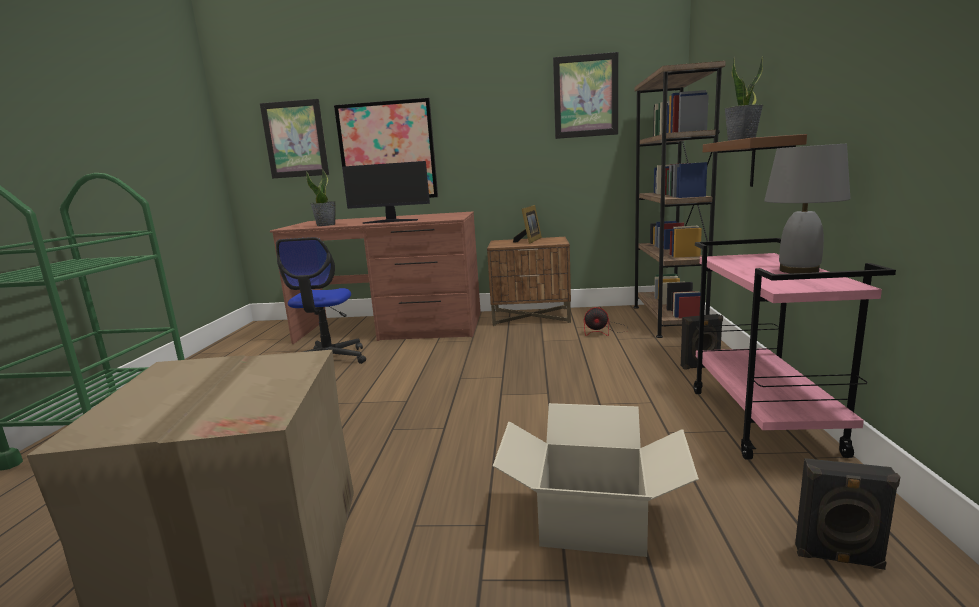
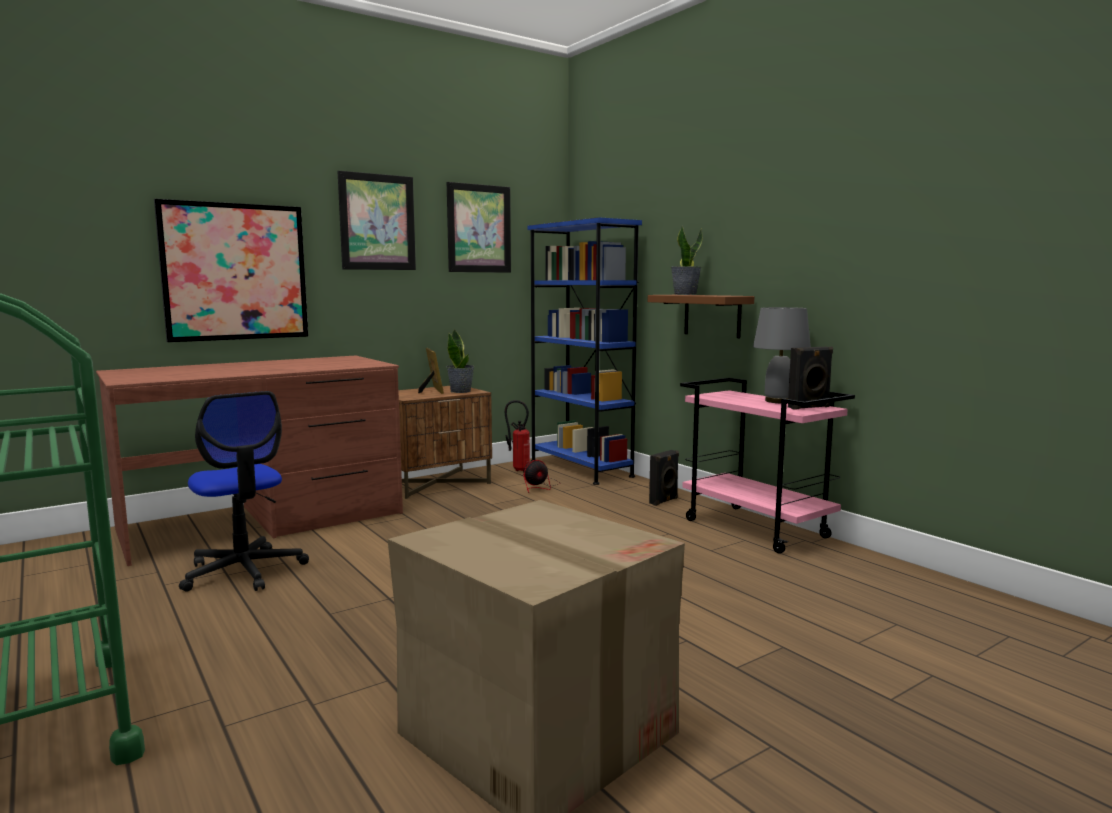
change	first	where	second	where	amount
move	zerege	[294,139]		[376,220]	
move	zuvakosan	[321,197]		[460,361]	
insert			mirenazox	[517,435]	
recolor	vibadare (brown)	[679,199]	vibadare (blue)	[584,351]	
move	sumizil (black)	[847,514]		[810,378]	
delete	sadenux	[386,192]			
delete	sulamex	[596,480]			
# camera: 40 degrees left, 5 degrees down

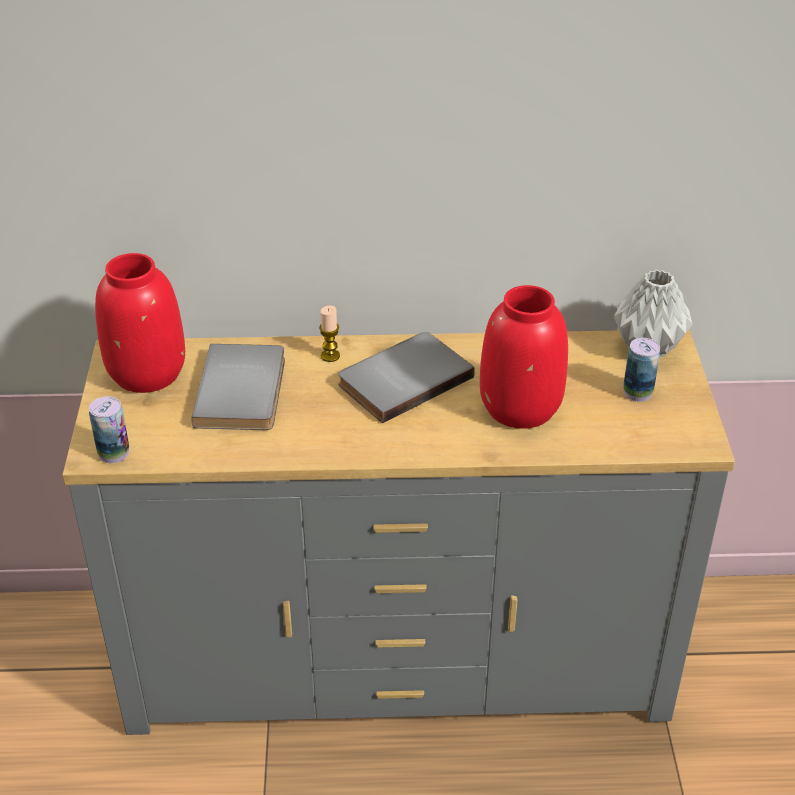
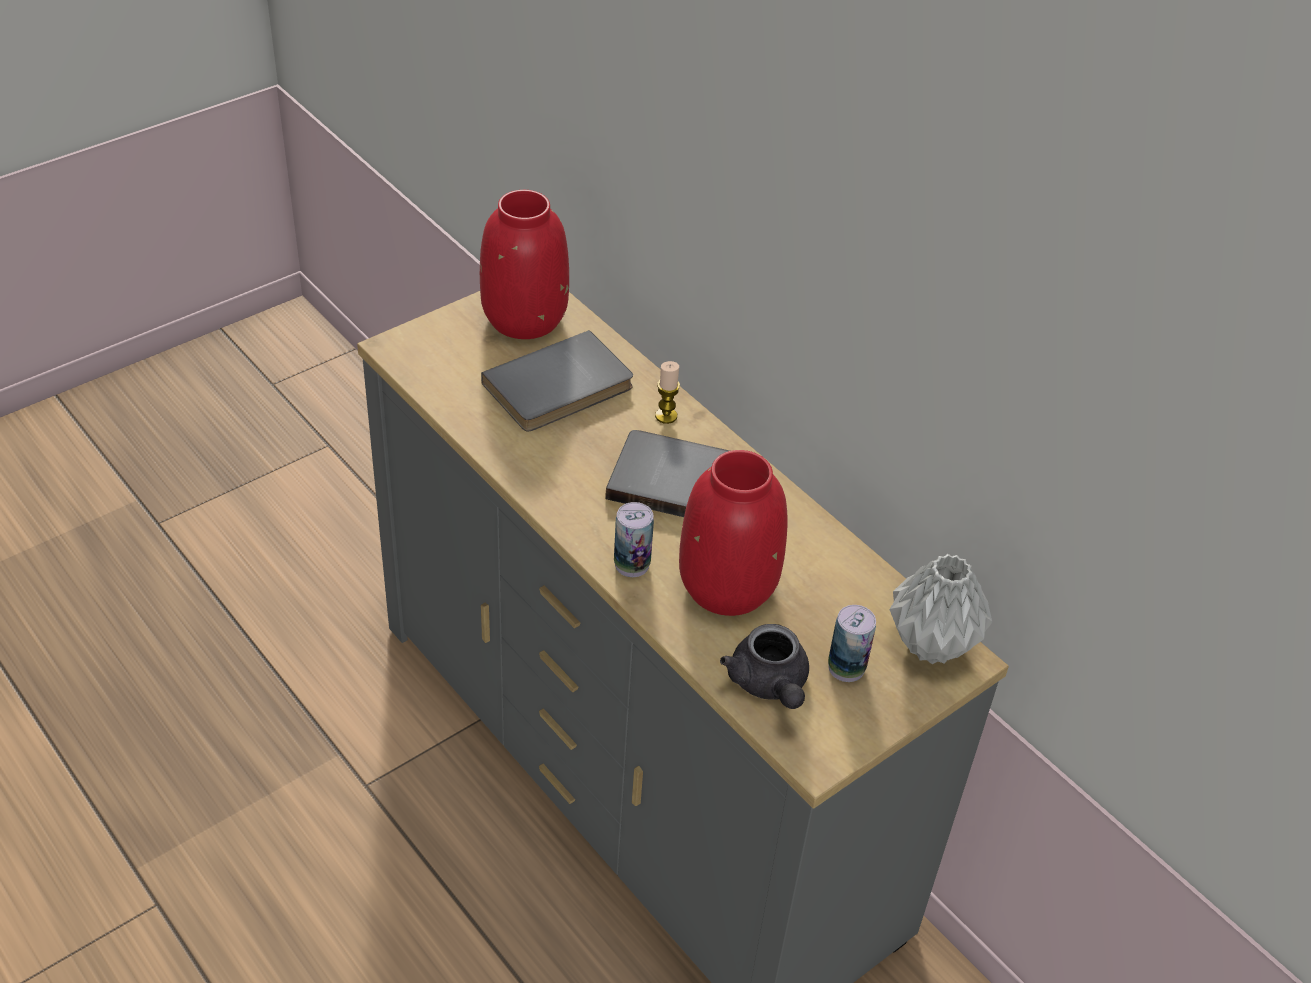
change	first	where	second	where	amount
move	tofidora	[109,429]		[634,539]	
insert			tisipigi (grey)	[764,666]	
# camera: 50 degrees right, 5 degrees up

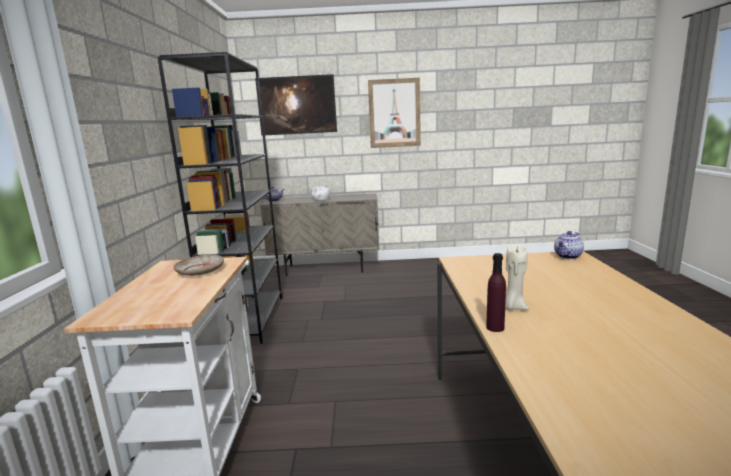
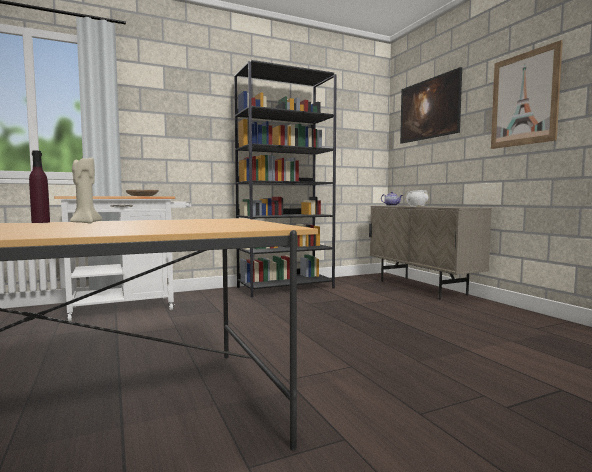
change	first	where	second	where	amount
delete	tisipigi	[569,245]			
# camera: 65 degrees right, 10 degrees down

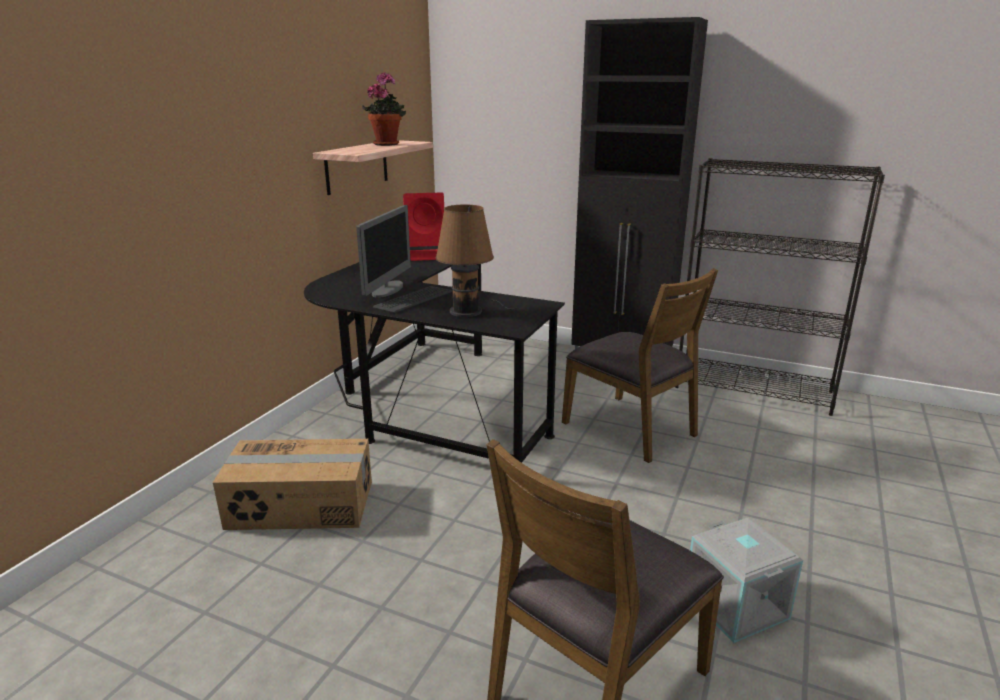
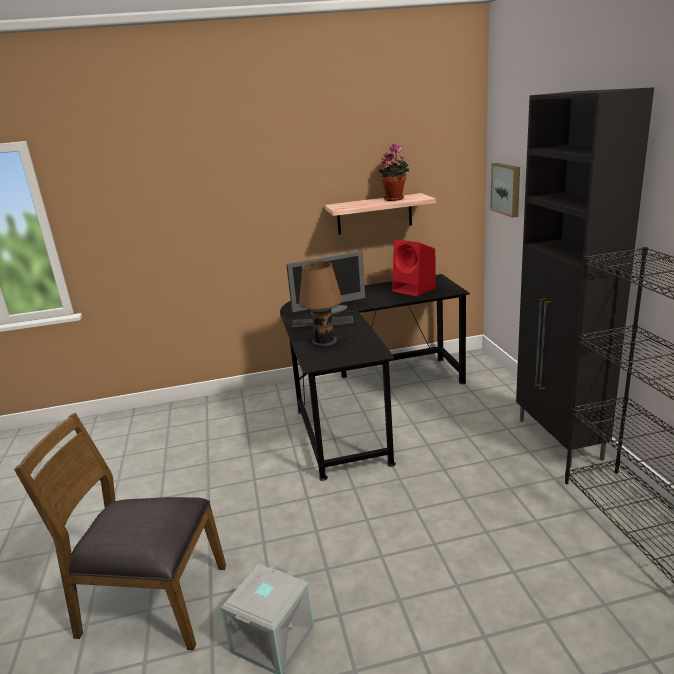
change	first	where	second	where	amount
insert			zerege	[505,190]	
delete	sulamex	[292,484]			
delete	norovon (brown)	[640,365]			
# camera: 55 degrees right, 0 degrees up

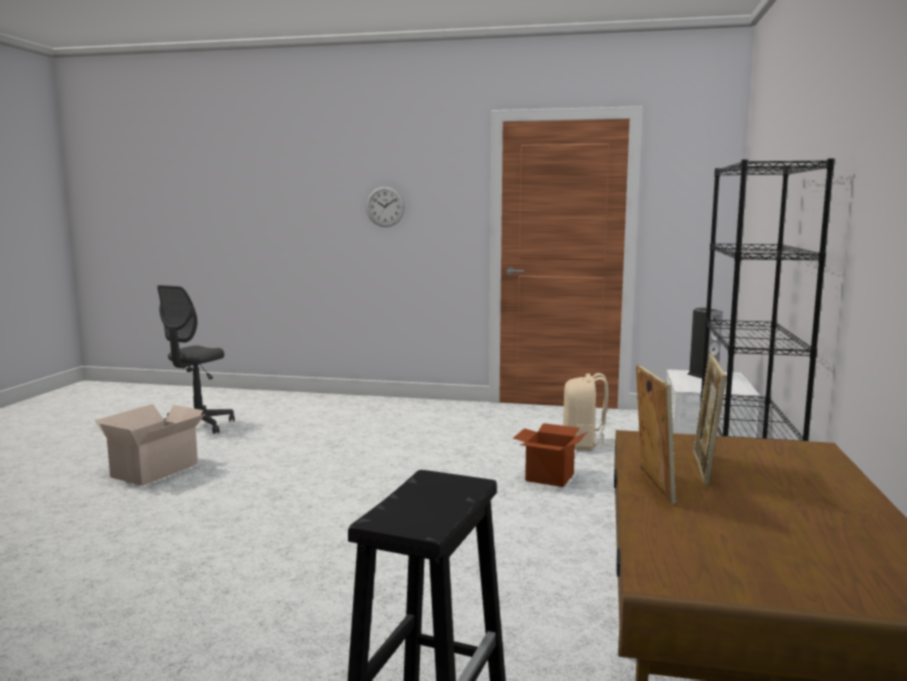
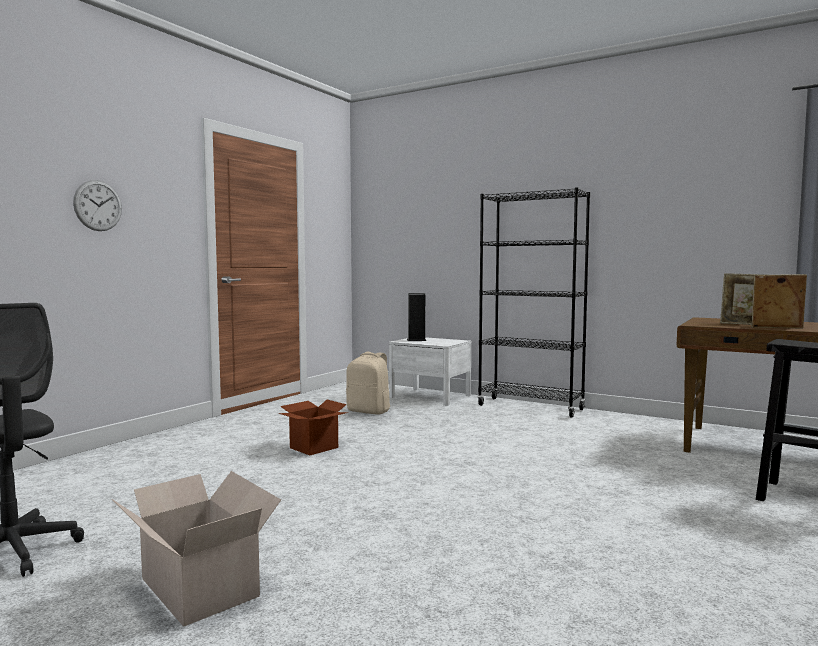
change	first	where	second	where	amount
move	sulamex	[550,455]		[313,427]	
# camera: 70 degrees left, 5 degrees down

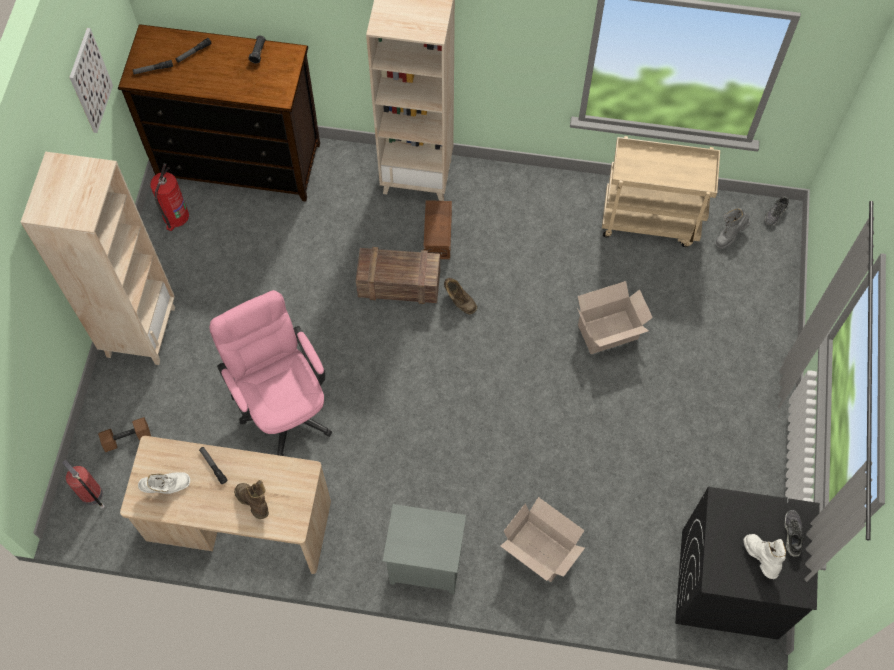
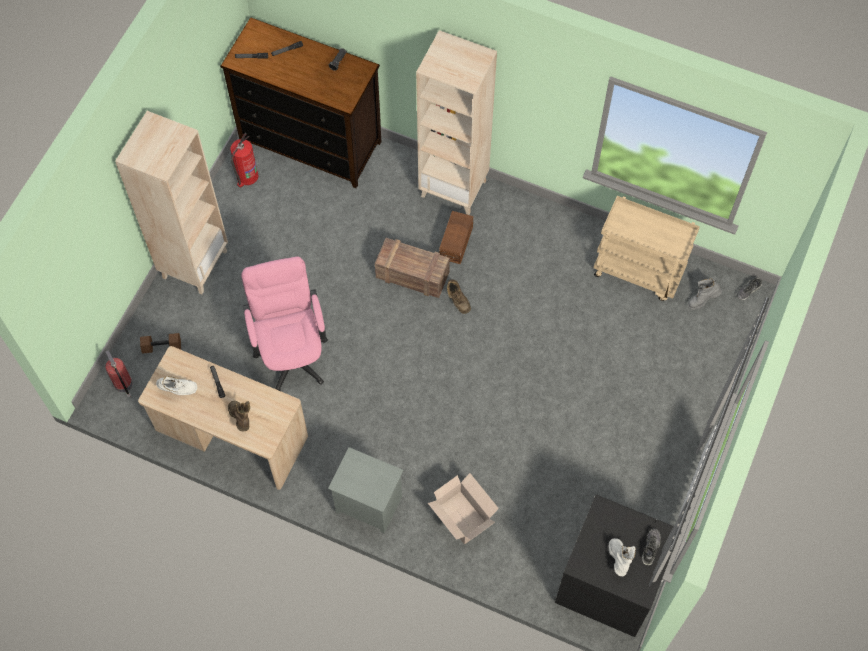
change	first	where	second	where	amount
delete	zerege	[91,80]			
delete	sulamex	[615,317]			
# camera: 15 degrees right, 0 degrees up

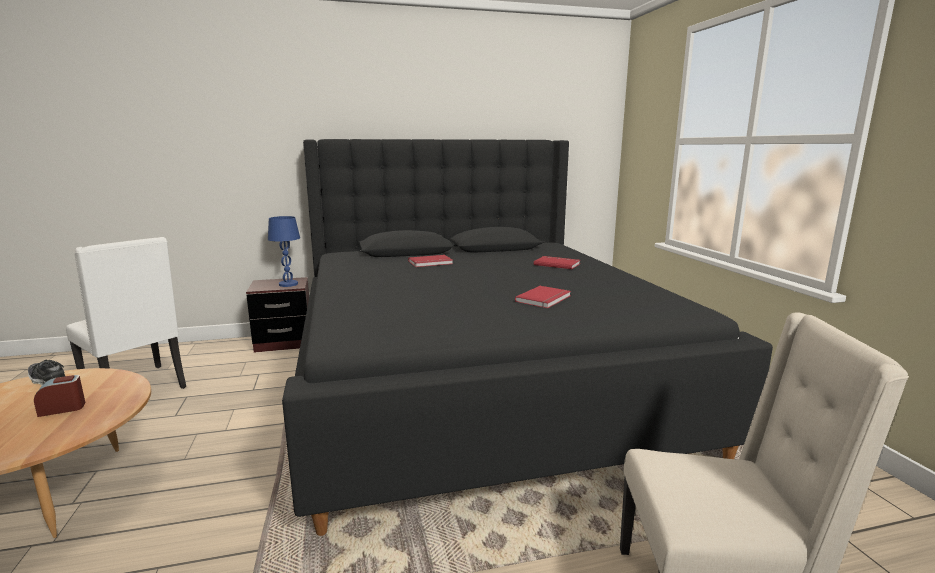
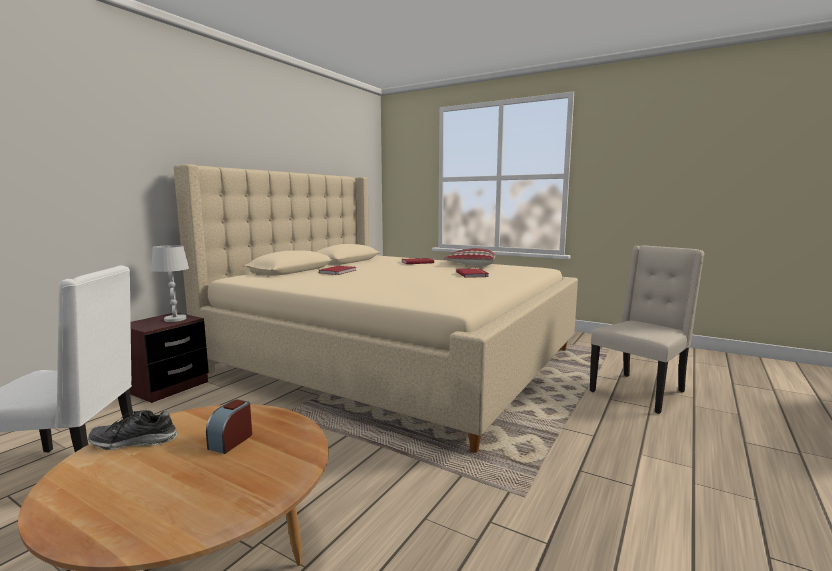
change	first	where	second	where	amount
recolor	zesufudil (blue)	[284,251]	zesufudil (white)	[170,283]	
recolor	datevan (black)	[527,337]	datevan (beige)	[376,308]	
insert			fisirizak	[469,257]	
# camera: 45 degrees left, 5 degrees down

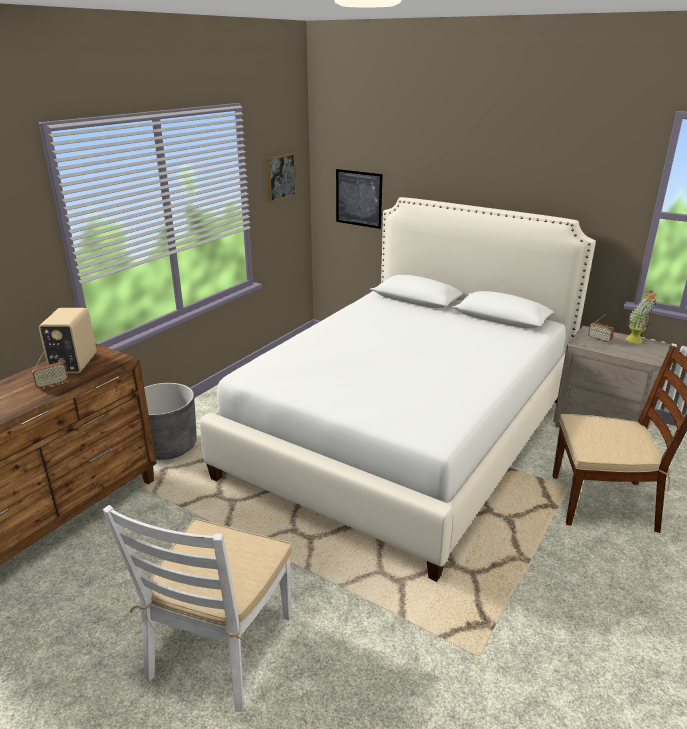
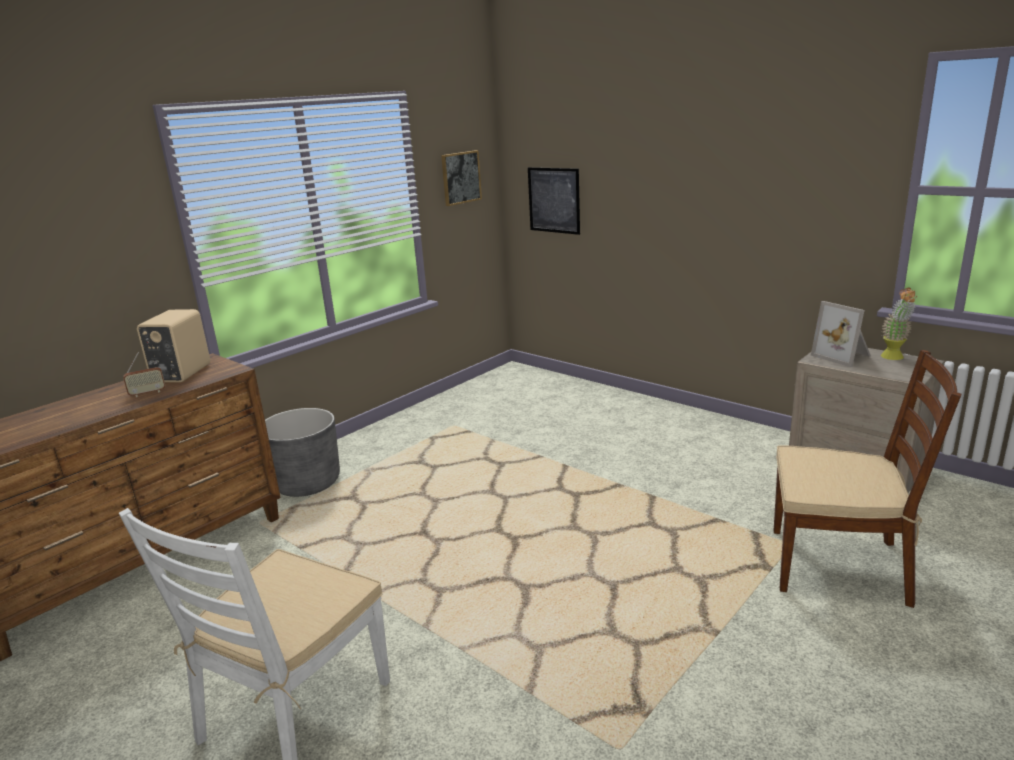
change	first	where	second	where	amount
replace	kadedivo	[601,328]	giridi	[841,334]	
delete	datevan (white)	[398,389]			
# camera: 10 degrees right, 5 degrees down

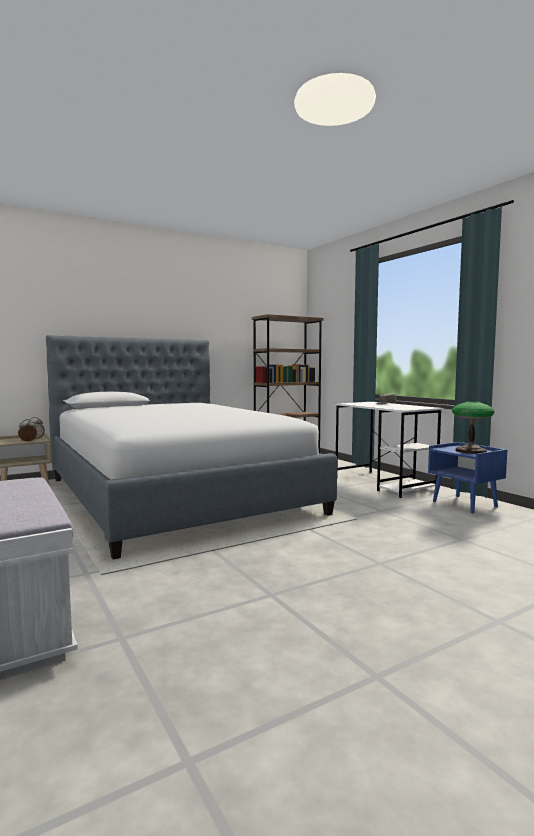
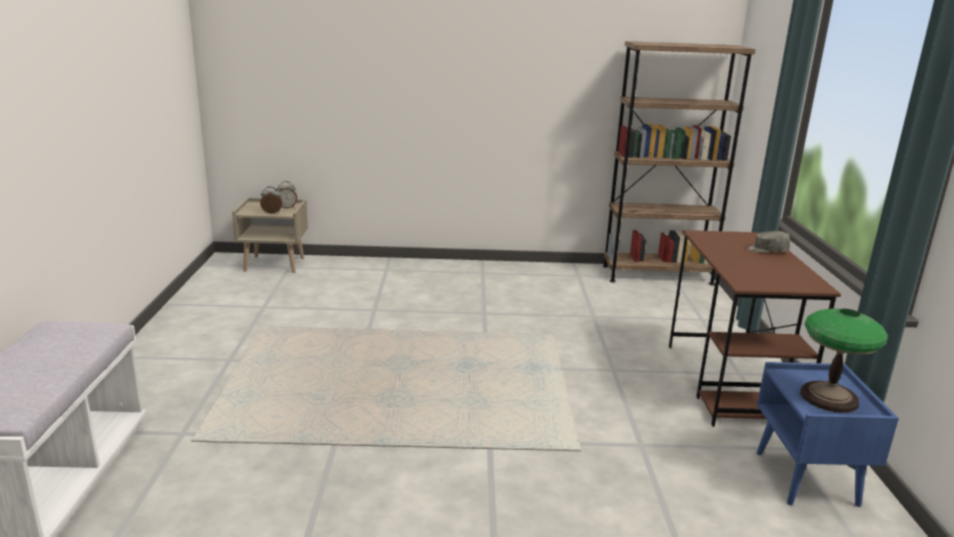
change	first	where	second	where	amount
recolor	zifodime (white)	[389,450]	zifodime (brown)	[755,328]	
delete	datevan	[191,447]			
# camera: 30 degrees right, 15 degrees up

